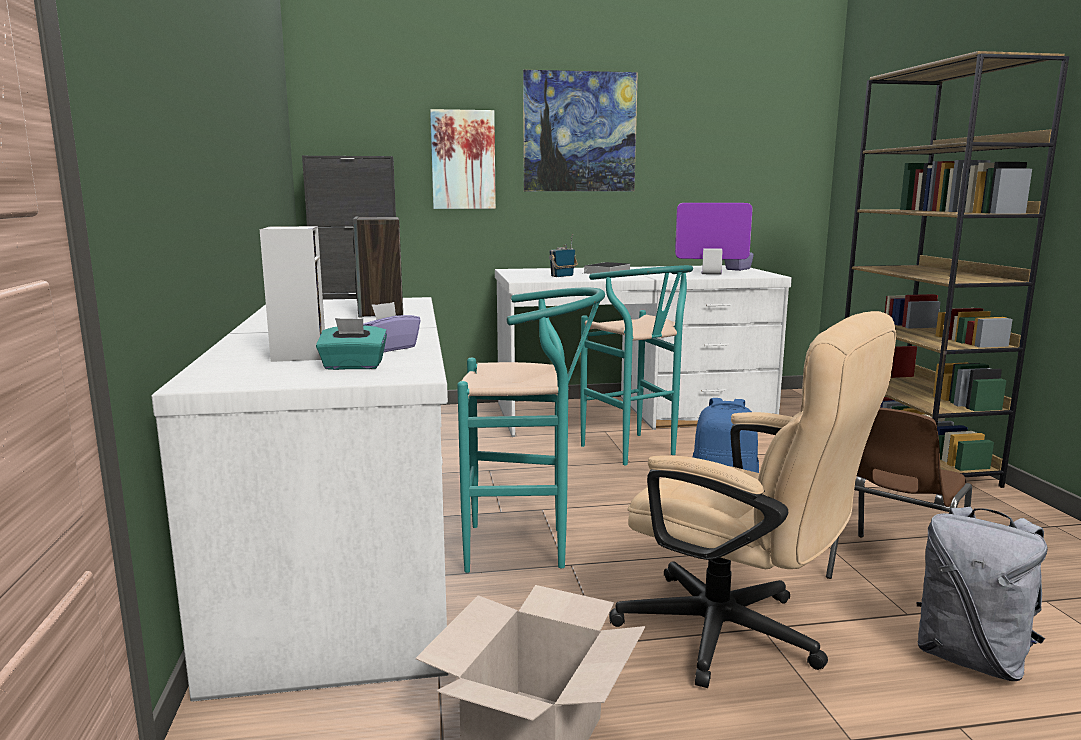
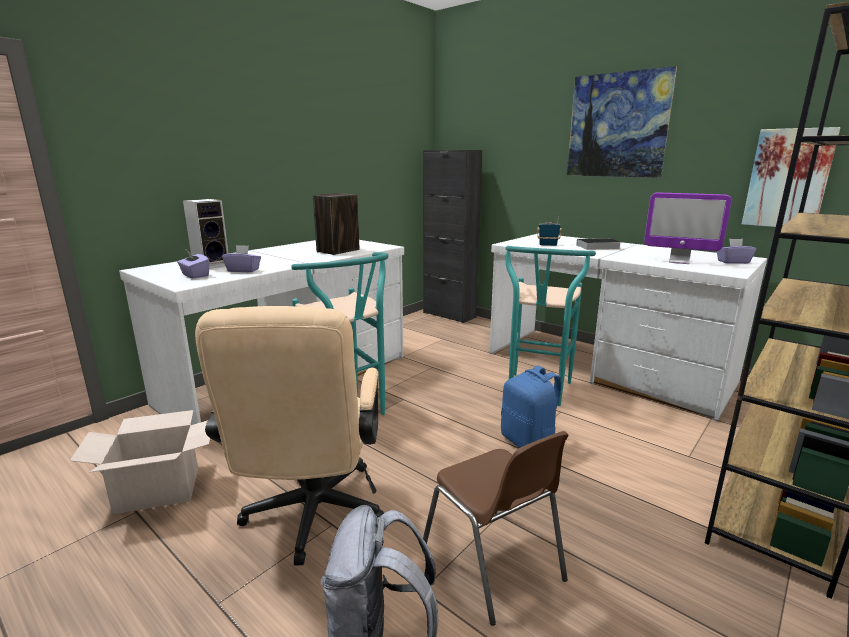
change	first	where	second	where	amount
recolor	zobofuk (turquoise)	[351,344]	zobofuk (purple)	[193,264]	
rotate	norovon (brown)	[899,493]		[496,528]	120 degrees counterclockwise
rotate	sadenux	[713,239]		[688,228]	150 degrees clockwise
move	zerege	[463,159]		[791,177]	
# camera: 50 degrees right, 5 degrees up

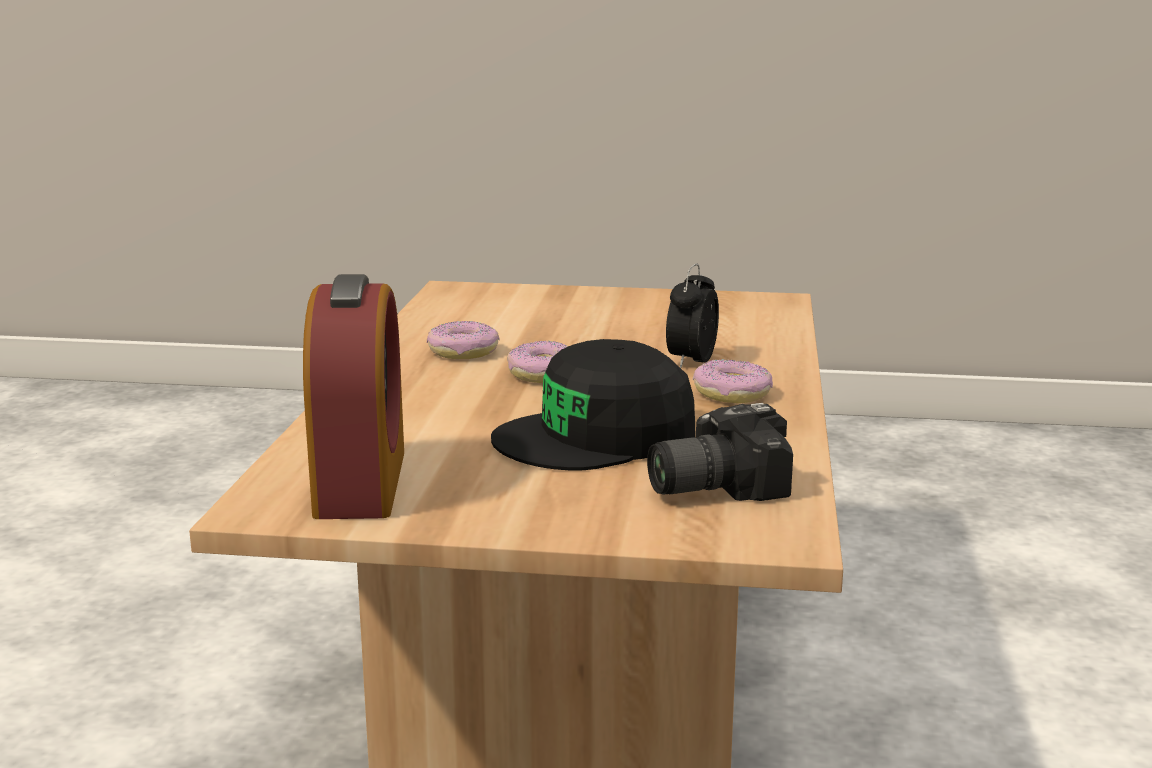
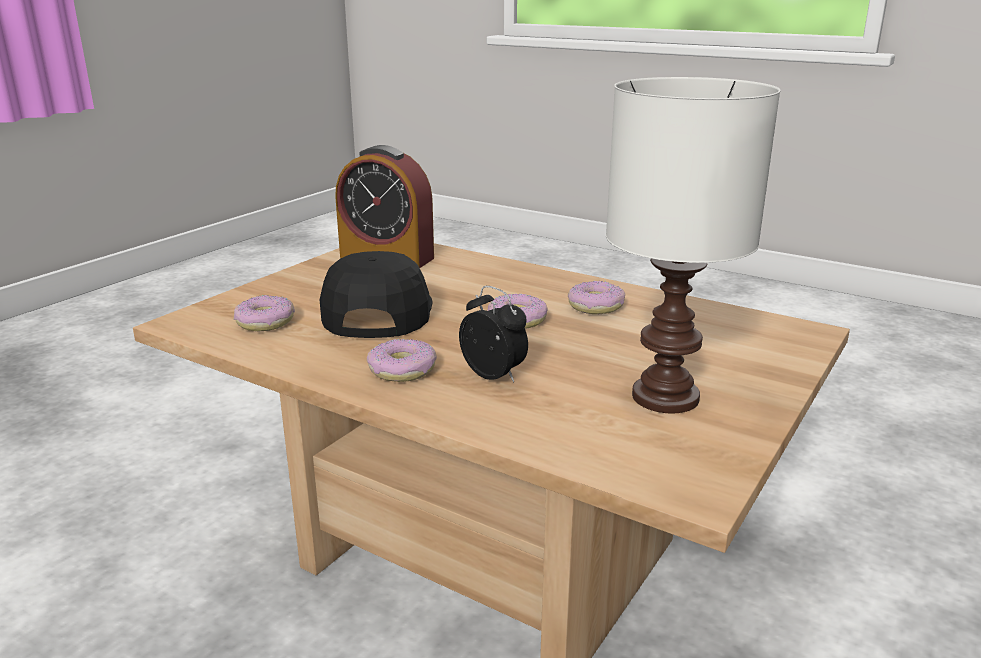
change	first	where	second	where	amount
replace	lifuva	[720,452]	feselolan	[264,313]	
insert			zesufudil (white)	[693,245]	
# camera: 115 degrees right, 5 degrees up

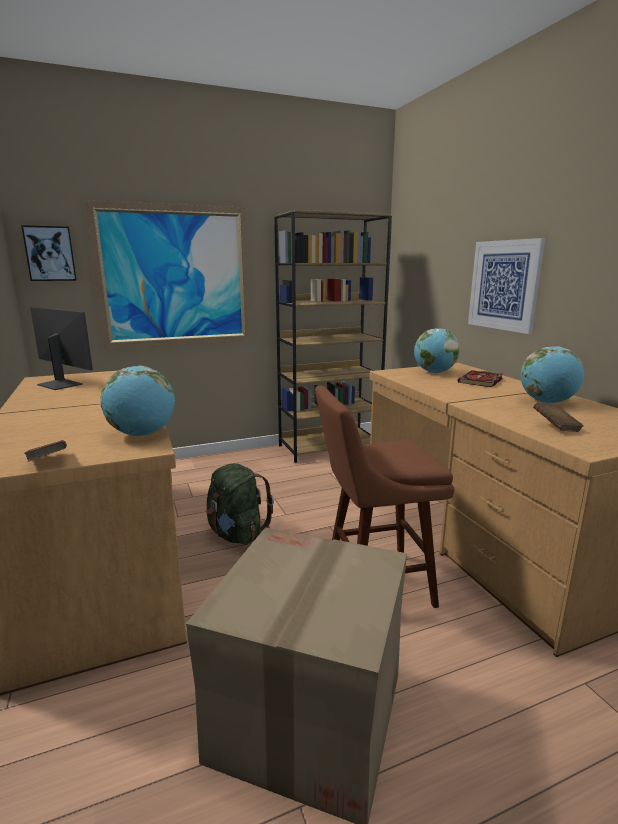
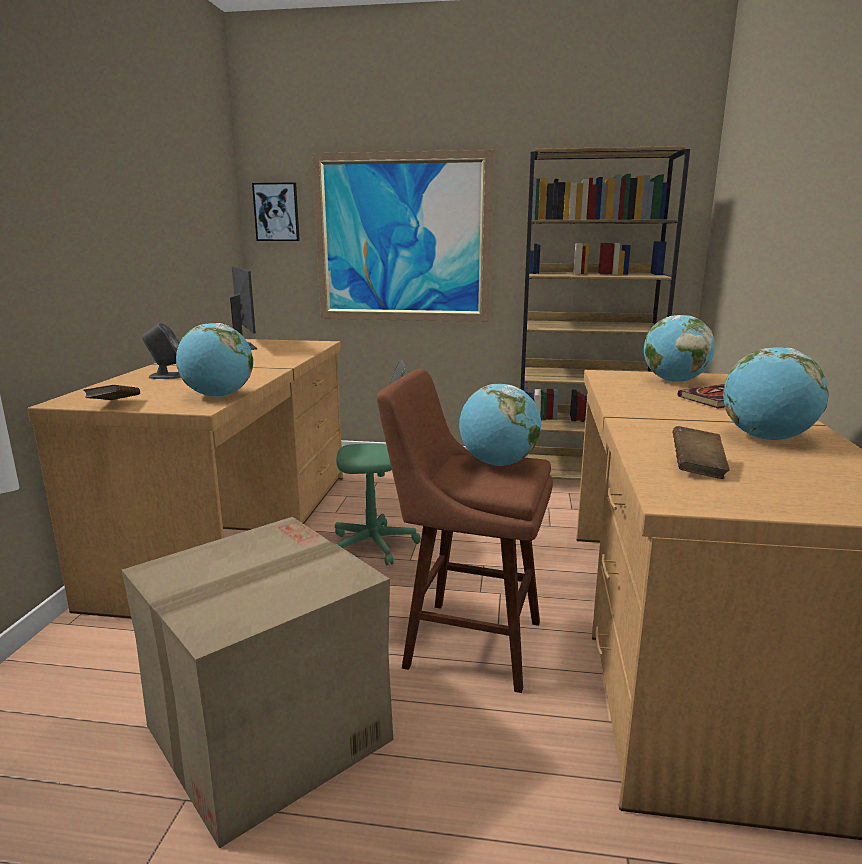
change	first	where	second	where	amount
insert			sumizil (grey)	[161,351]	
replace	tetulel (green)	[240,504]	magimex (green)	[378,462]	
insert			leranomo	[500,425]	
delete	zerege	[506,286]			
# camera: 30 degrees right, 0 degrees up

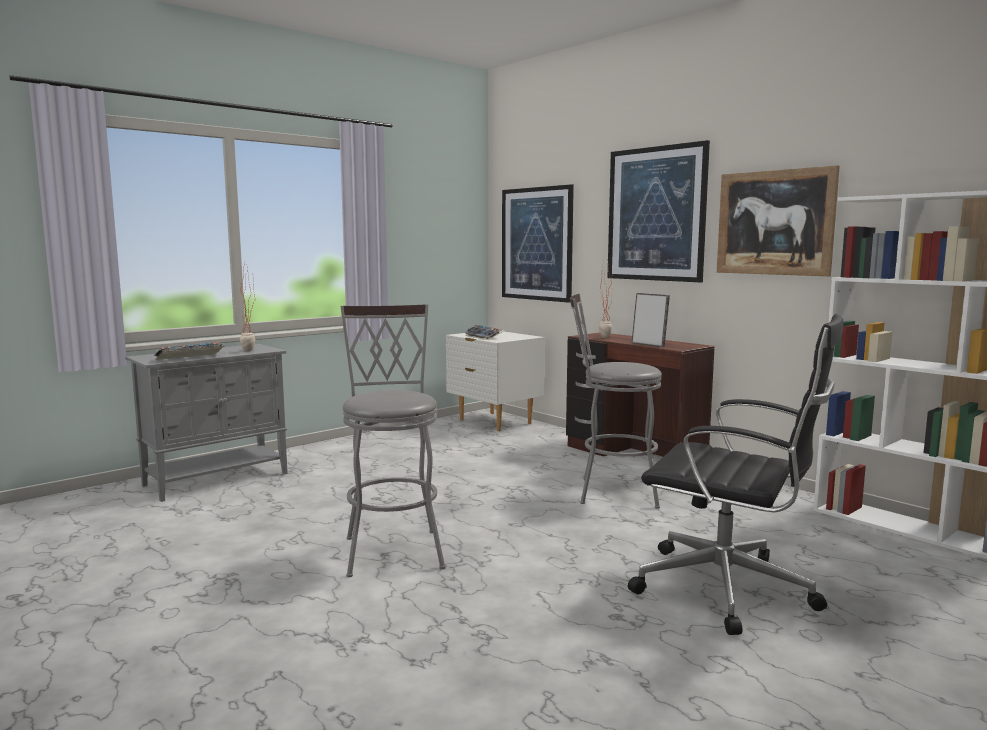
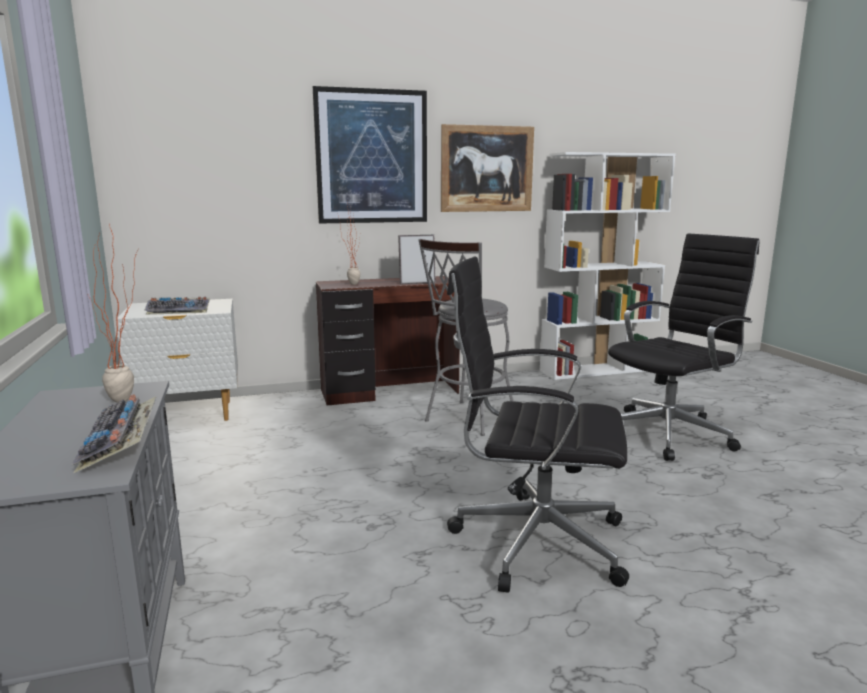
change	first	where	second	where	amount
replace	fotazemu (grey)	[393,440]	magimex (black)	[538,425]	
delete	zerege	[538,243]			
# camera: 65 degrees left, 5 degrees up

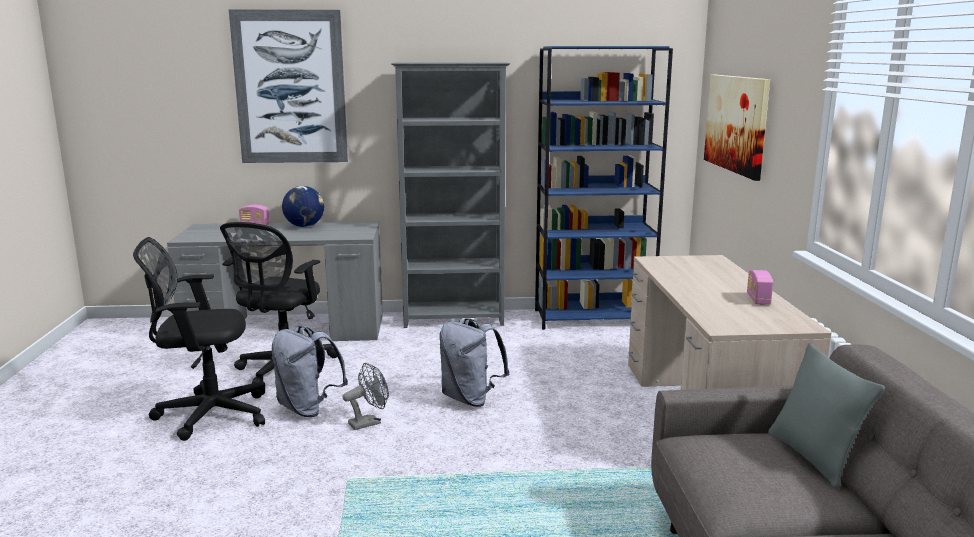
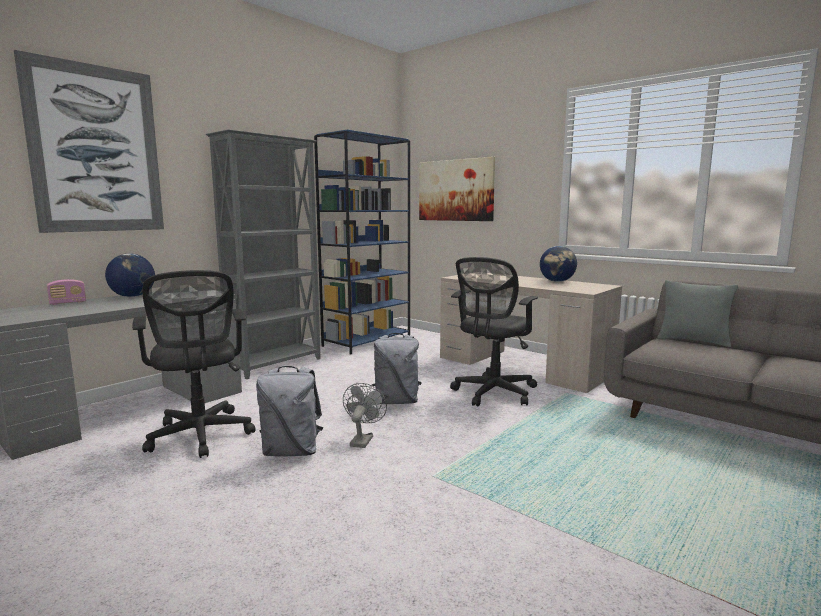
change	first	where	second	where	amount
move	magimex (black)	[199,339]		[494,332]	
replace	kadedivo	[760,287]	leranomo	[558,264]	
# camera: 45 degrees left, 5 degrees down

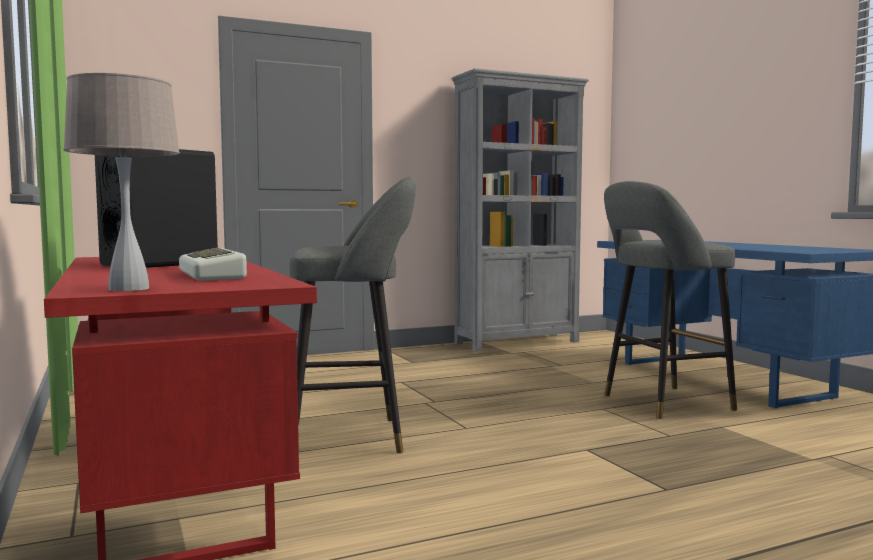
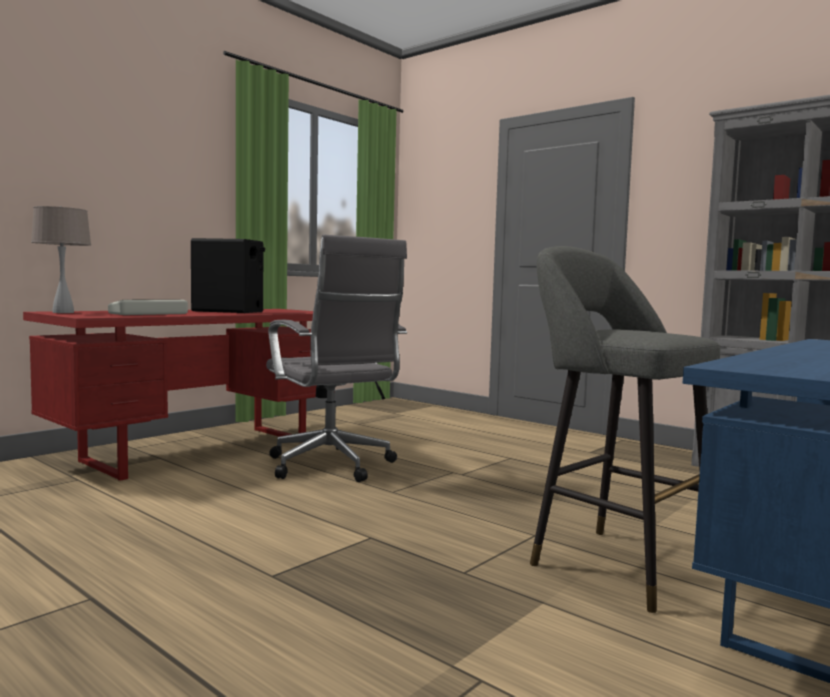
change	first	where	second	where	amount
replace	fotazemu (grey)	[352,315]	magimex (grey)	[336,358]	
# camera: 65 degrees right, 0 degrees up

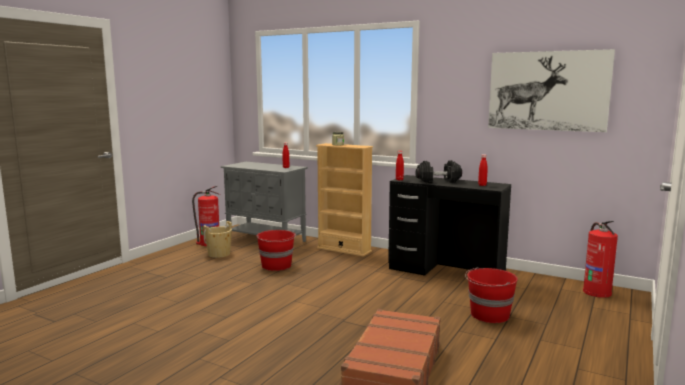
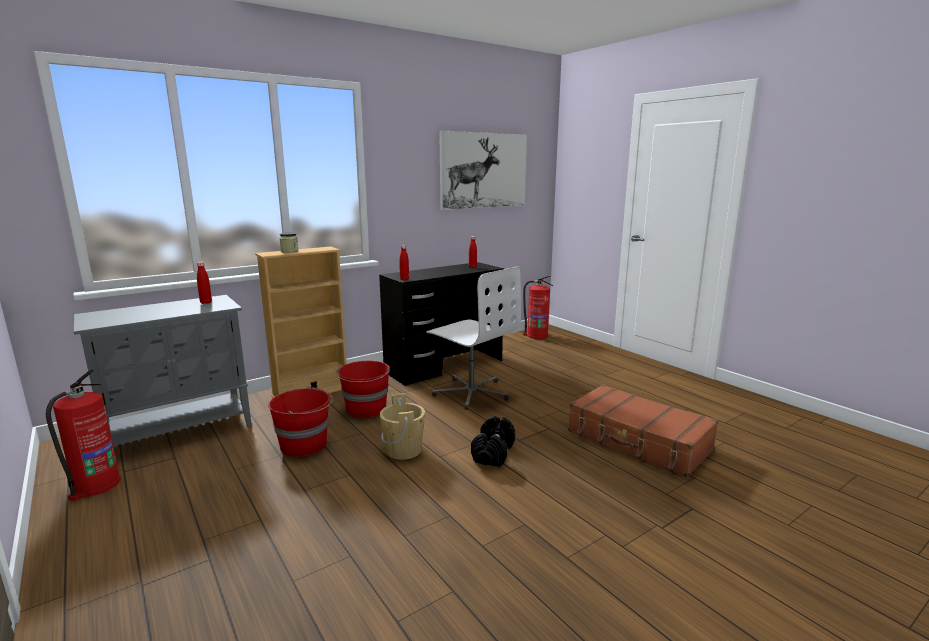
change	first	where	second	where	amount
move	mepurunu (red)	[491,295]		[363,389]	
move	mepurunu (beige)	[217,239]		[402,426]	
insert			magimex (white)	[473,338]	
move	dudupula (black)	[439,171]		[493,441]	
# camera: 65 degrees left, 5 degrees up

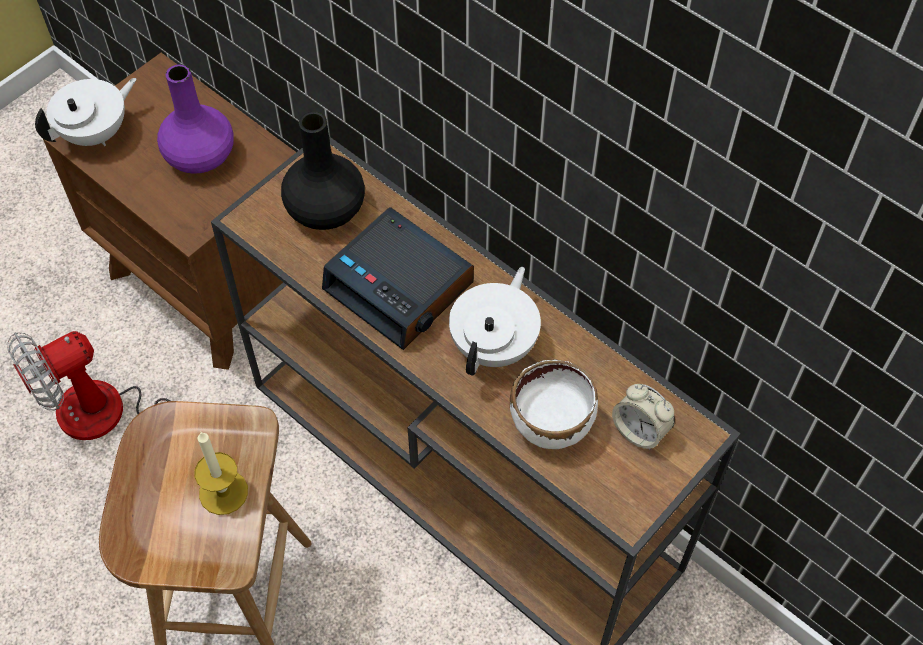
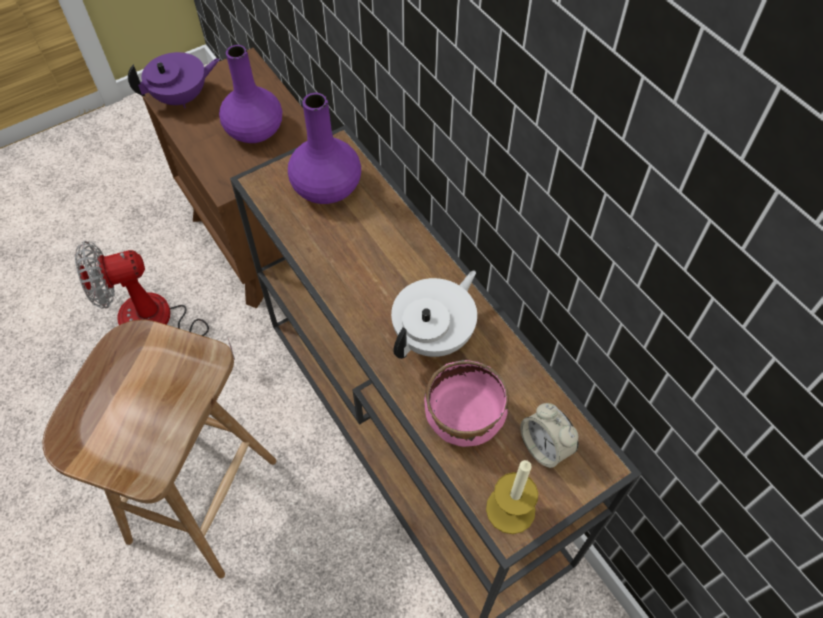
change	first	where	second	where	amount
recolor	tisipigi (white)	[86,112]	tisipigi (purple)	[174,80]	
recolor	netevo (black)	[323,171]	netevo (purple)	[324,148]	
recolor	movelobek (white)	[554,404]	movelobek (pink)	[466,403]	
move	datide	[221,473]		[512,497]	
delete	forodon	[398,278]			
# camera: 15 degrees right, 0 degrees up

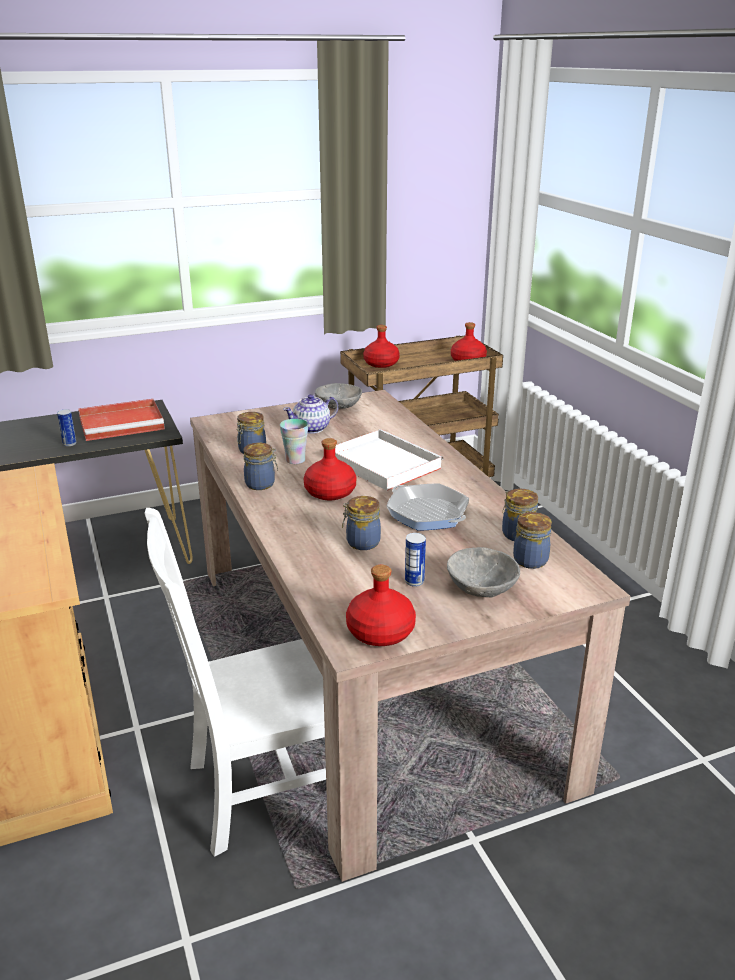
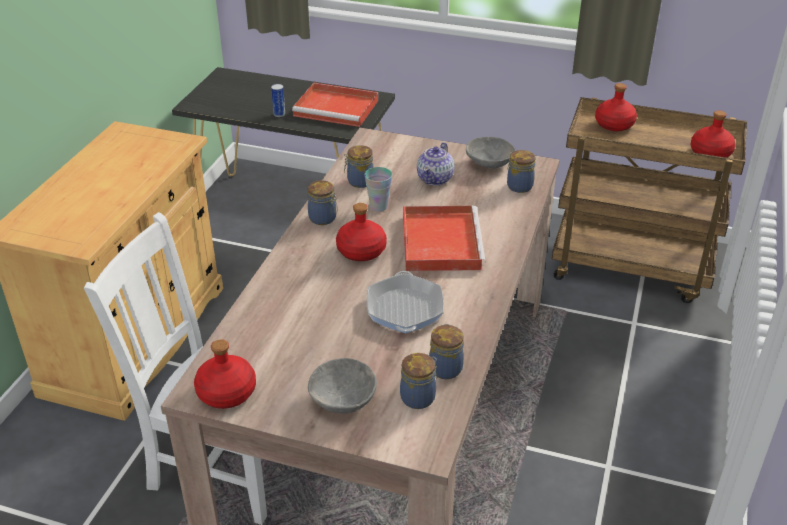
change	first	where	second	where	amount
recolor	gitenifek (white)	[389,460]	gitenifek (red)	[444,238]	
rotate	tisipigi	[310,414]		[435,164]	75 degrees counterclockwise
move	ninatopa	[361,523]		[521,171]	
delete	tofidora	[415,560]			
# camera: 40 degrees right, 10 degrees up

